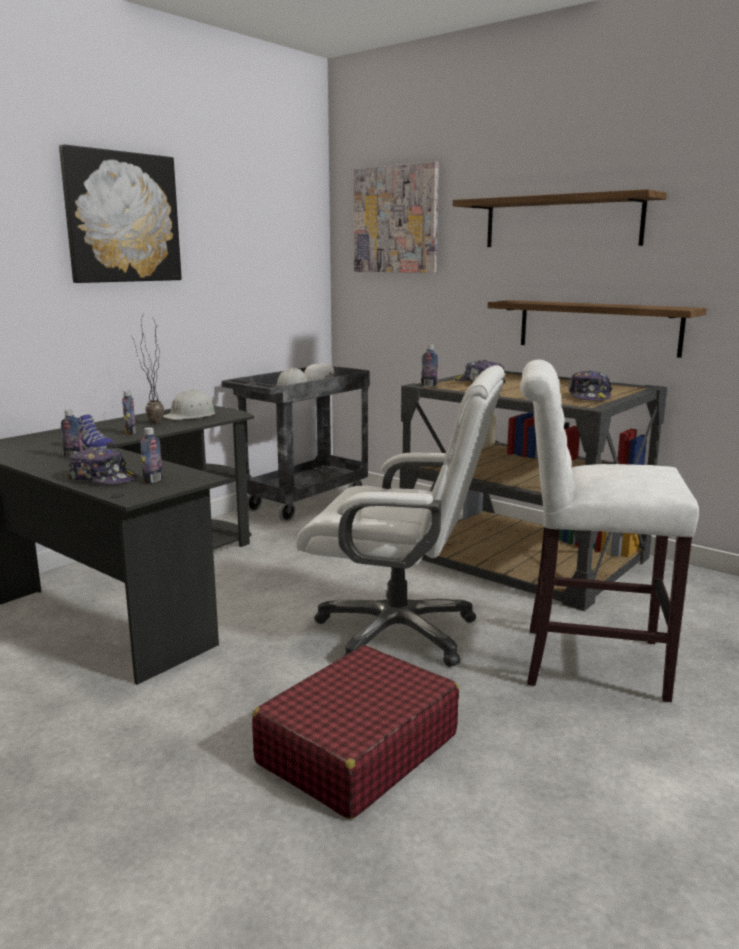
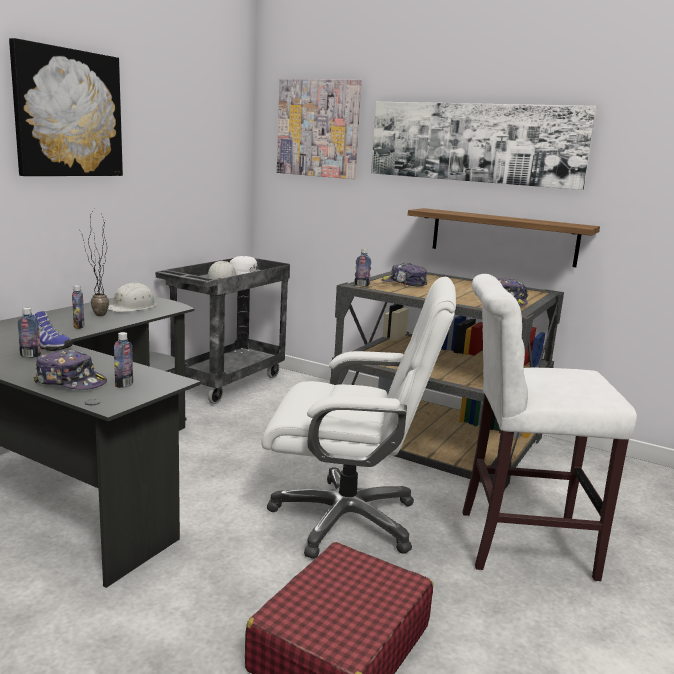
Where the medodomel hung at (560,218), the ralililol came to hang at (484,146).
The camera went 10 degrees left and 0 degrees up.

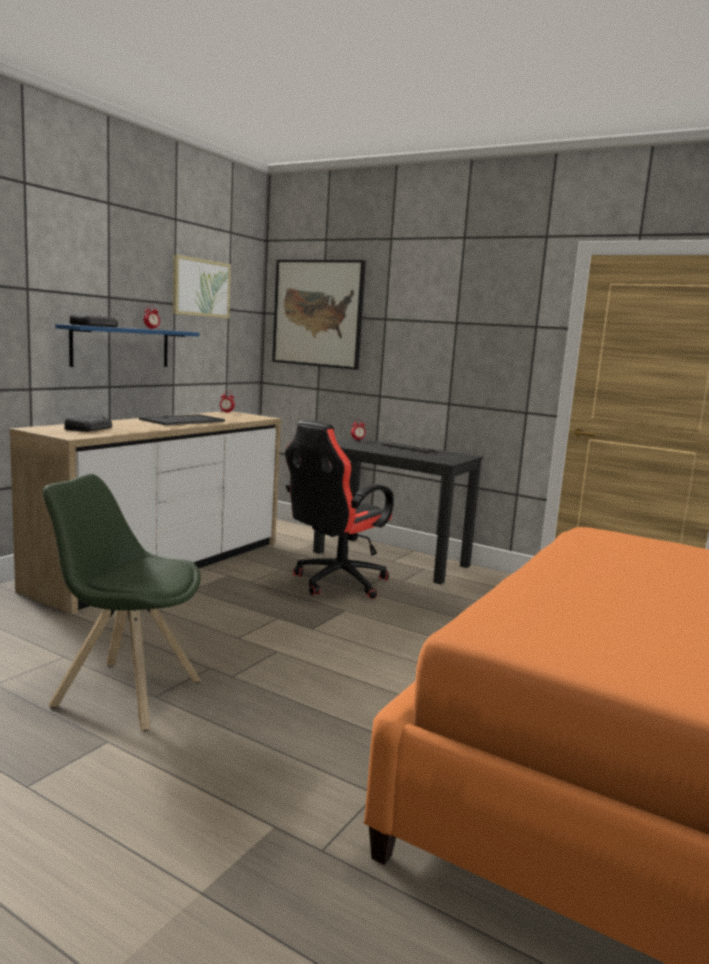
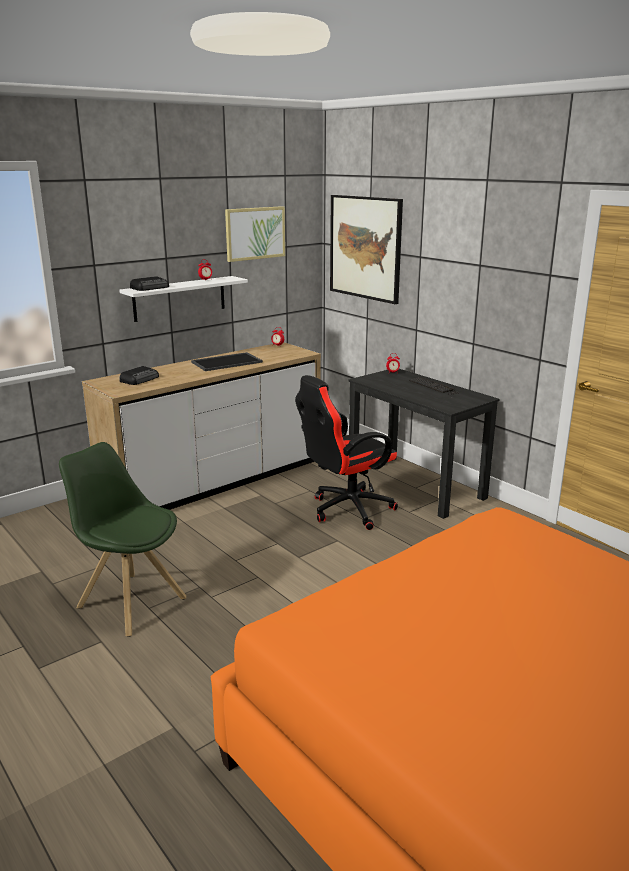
What was the blue medodomel at (127,345) turned into the white medodomel at (183,299).
The camera went 20 degrees right and 10 degrees up.

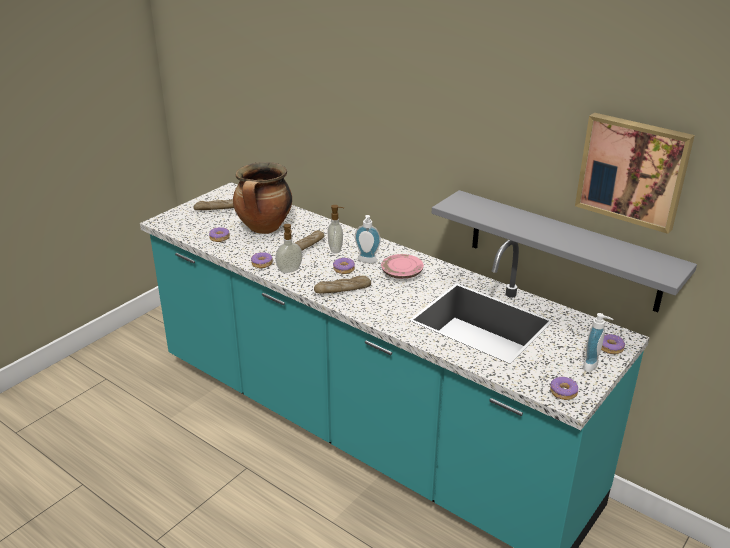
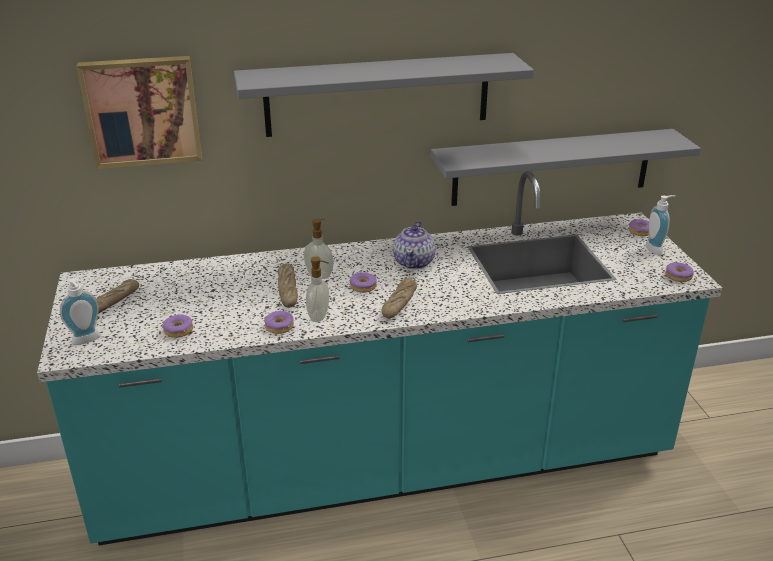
The ralililol ended up elsewhere, having gone from (635,173) to (139,112).
The second view lost the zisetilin at (262,198).
The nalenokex ended up elsewhere, having gone from (368,239) to (80,311).
Where the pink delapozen stood at (402,266), the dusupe came to stand at (414,245).
The second view gained the grey medodomel at (384,95).
The camera went 50 degrees left and 0 degrees up.

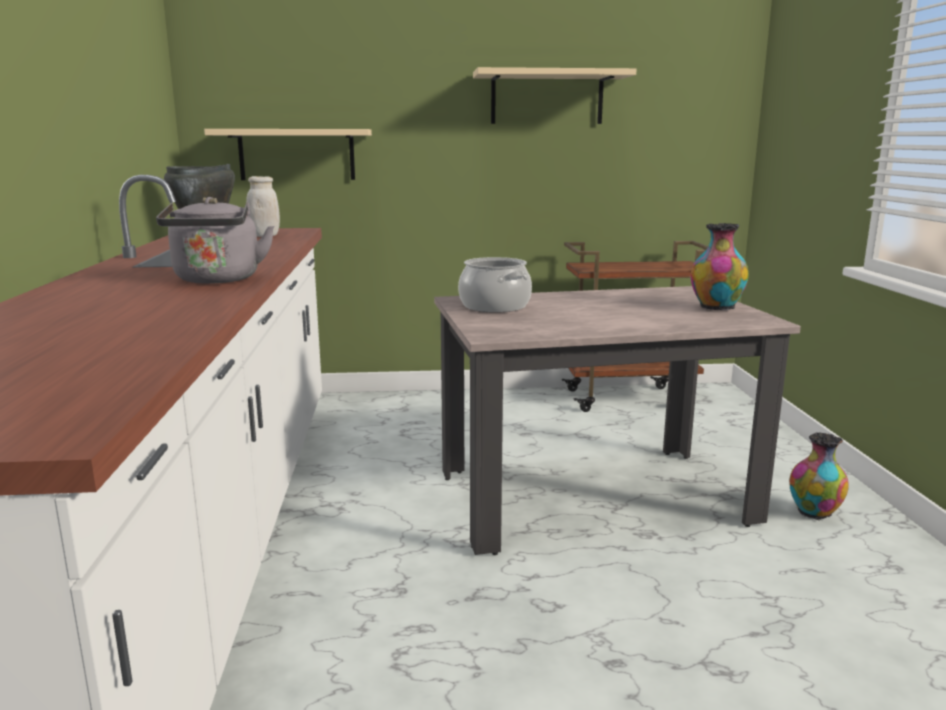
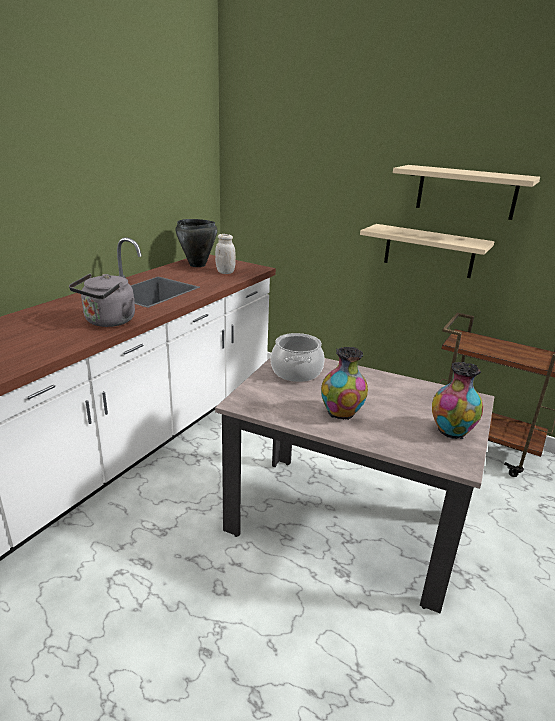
The beige medodomel ended up elsewhere, having gone from (288,154) to (427,251).
The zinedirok ended up elsewhere, having gone from (819,476) to (344,383).
The camera went 35 degrees right and 10 degrees up.

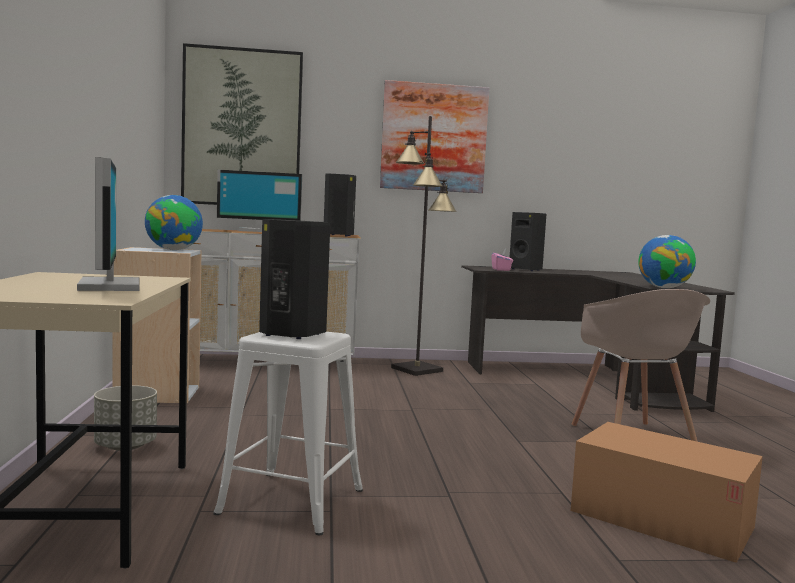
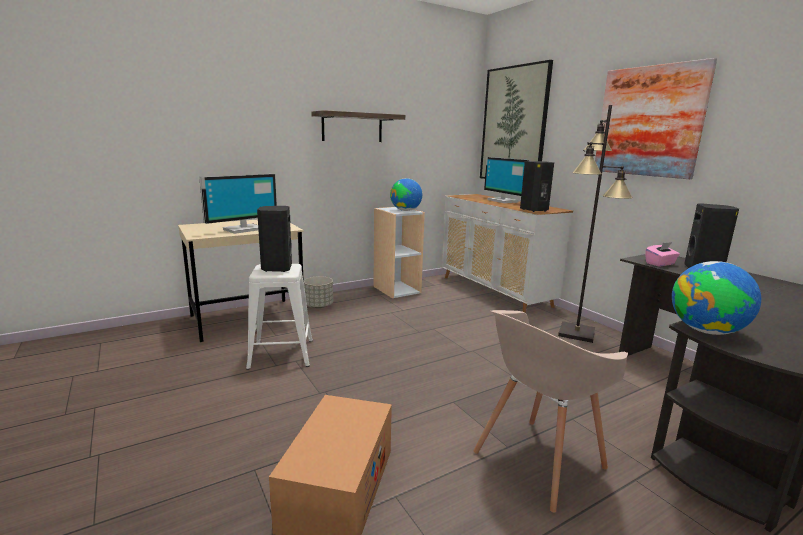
The second view gained the medodomel at (358,126).
The camera went 65 degrees right and 10 degrees up.

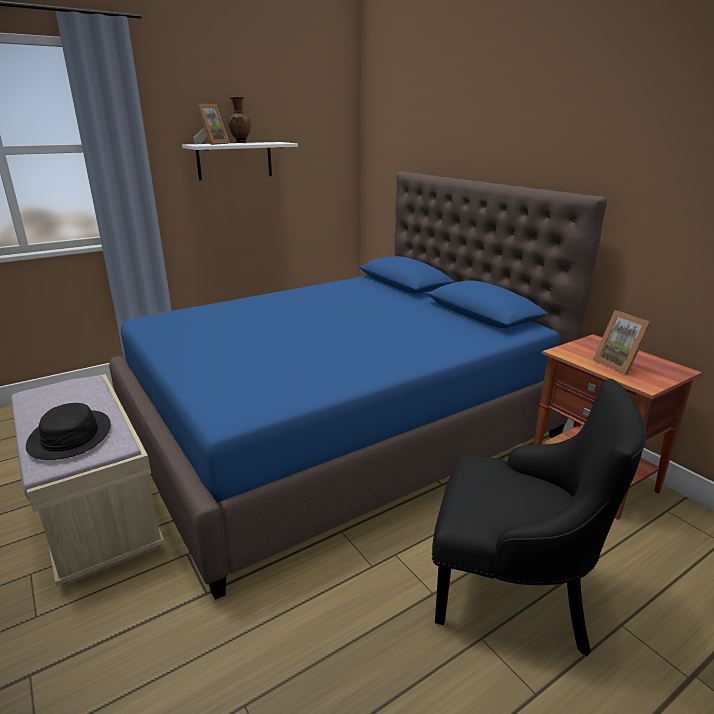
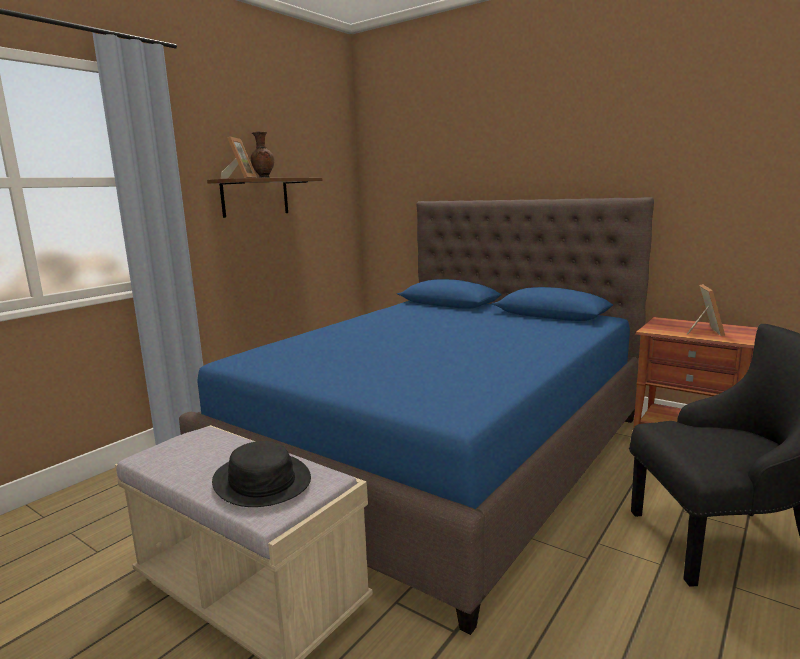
What was the white medodomel at (240,161) turned into the brown medodomel at (264,198).
The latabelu at (622,342) ended up facing another way, 120 degrees counterclockwise from before.
The camera went 20 degrees left and 10 degrees down.

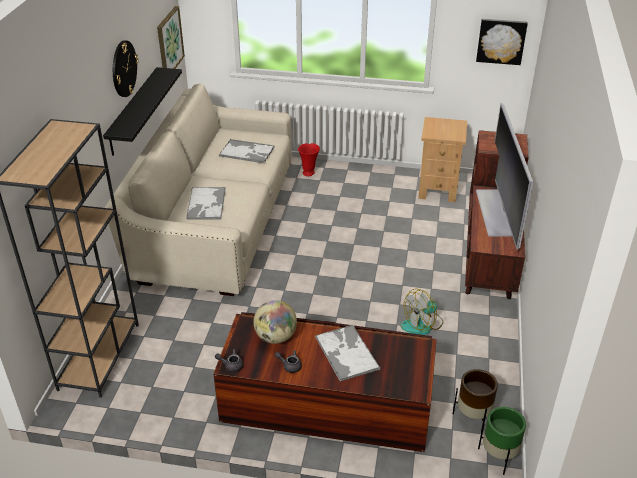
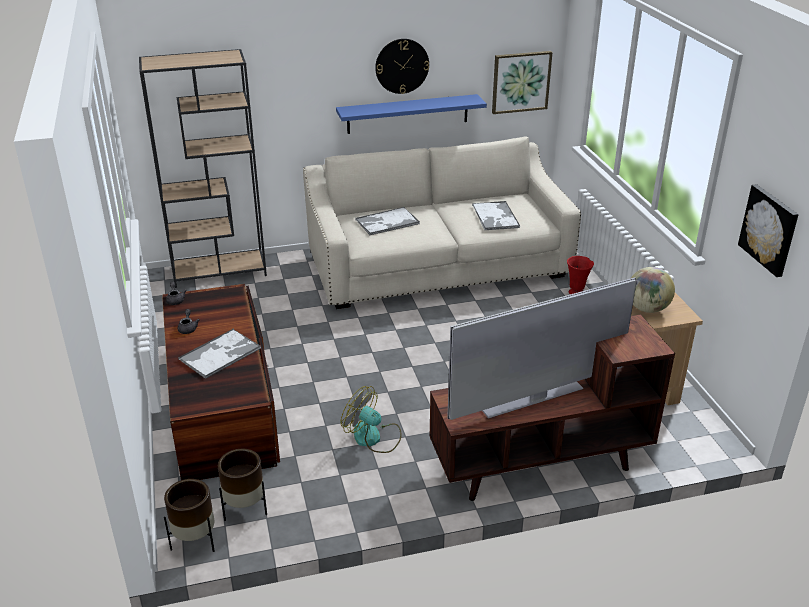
What was the black medodomel at (142,111) turned into the blue medodomel at (411,114).
The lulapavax ended up elsewhere, having gone from (275,322) to (653,290).
What was the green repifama at (502,441) turned into the brown repifama at (189,515).
The camera went 65 degrees right and 5 degrees down.

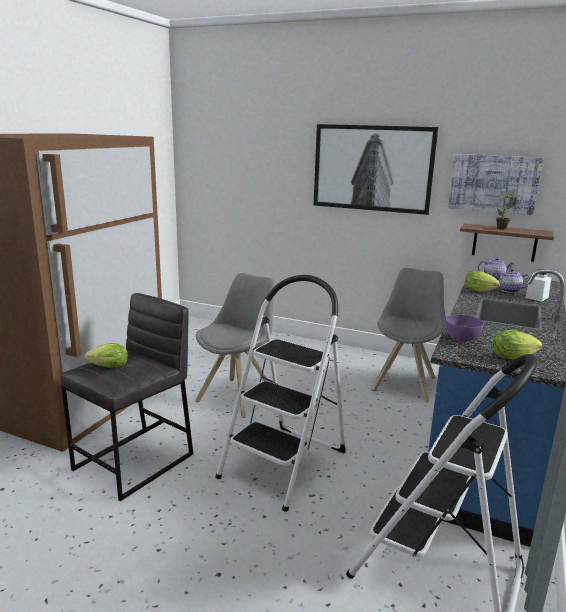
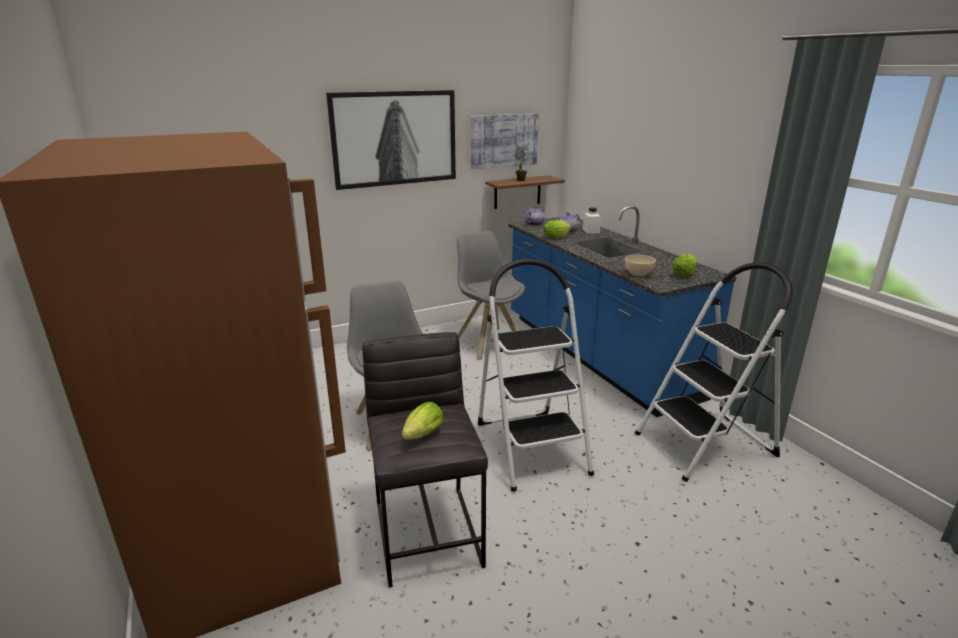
What was the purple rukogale at (464,328) turned into the beige rukogale at (640,265).
The camera went 50 degrees left and 5 degrees up.

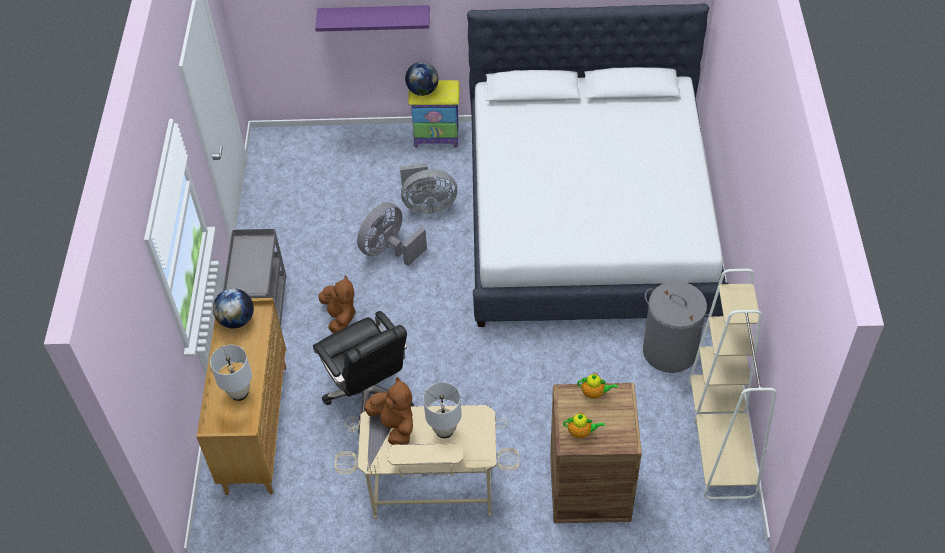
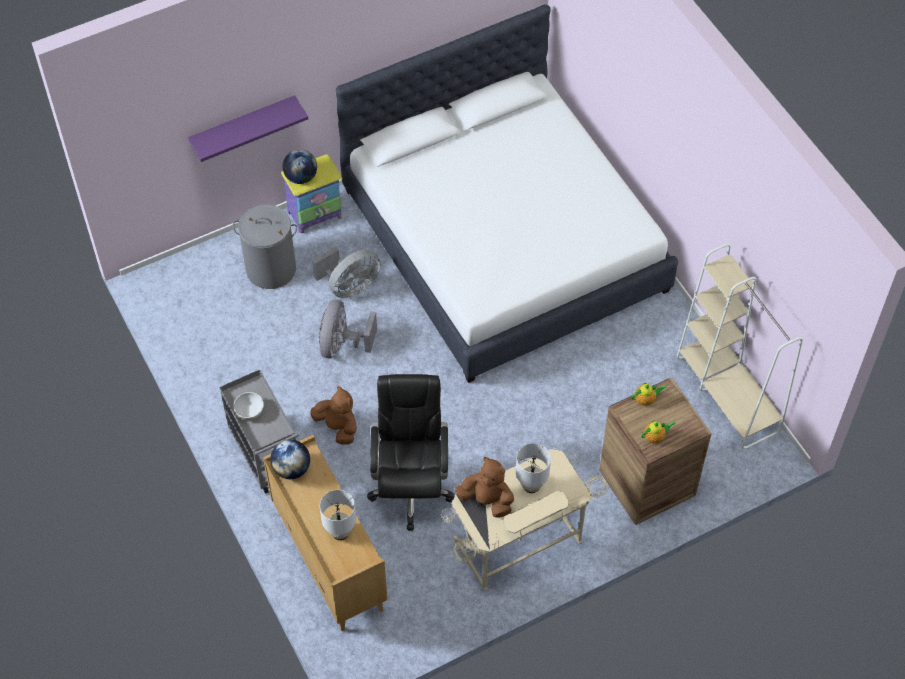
The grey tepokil ended up elsewhere, having gone from (676,327) to (265,247).
The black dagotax at (363,372) ended up facing another way, 120 degrees counterclockwise from before.
The second view gained the white rukogale at (248,406).
The camera went 30 degrees left and 5 degrees up.

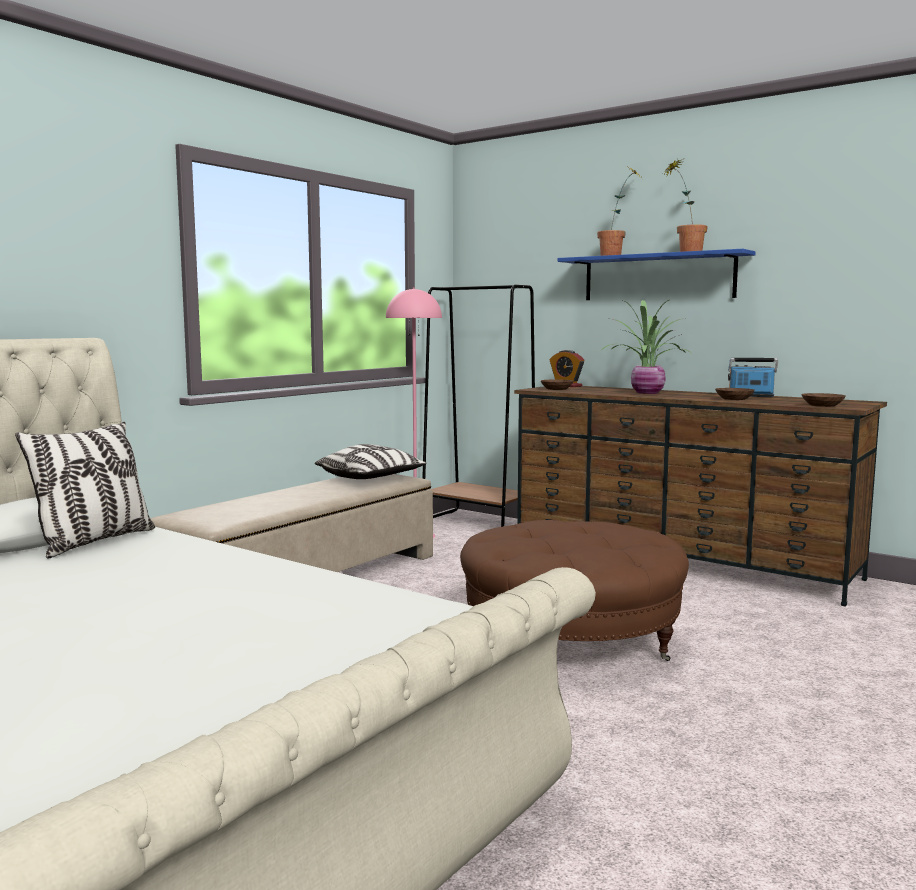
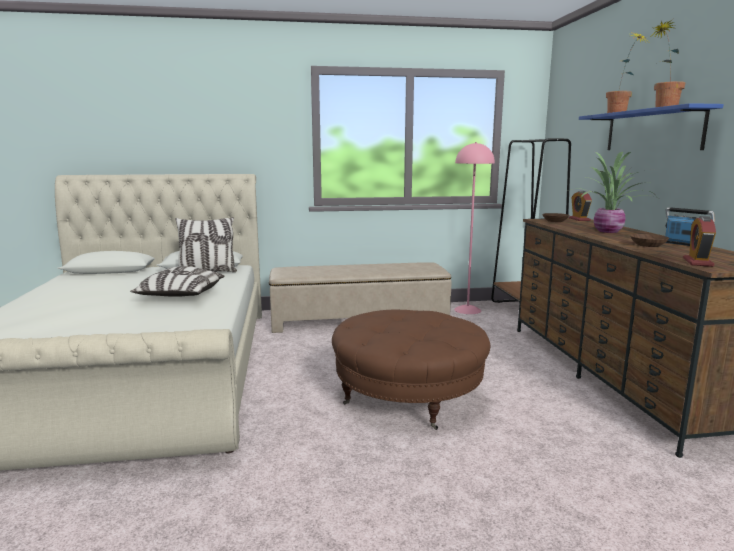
Where the brown rukogale stood at (823,400), the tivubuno came to stand at (699,241).
The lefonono ended up elsewhere, having gone from (371,461) to (177,281).
The camera went 45 degrees right and 5 degrees up.

